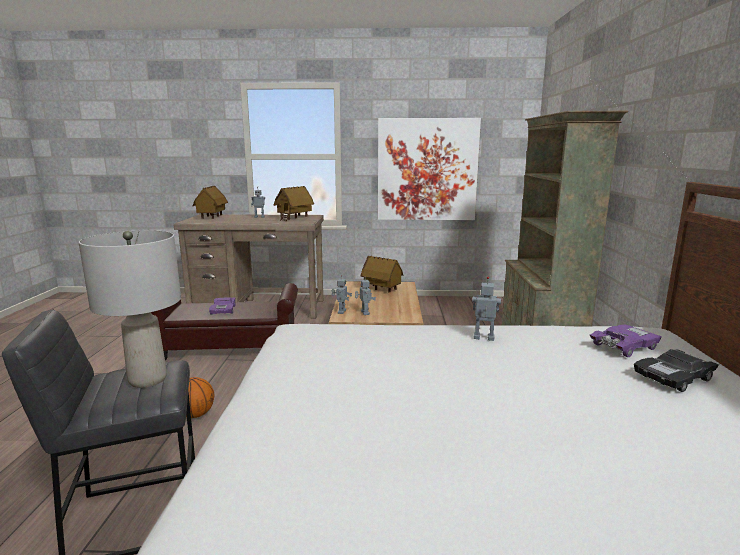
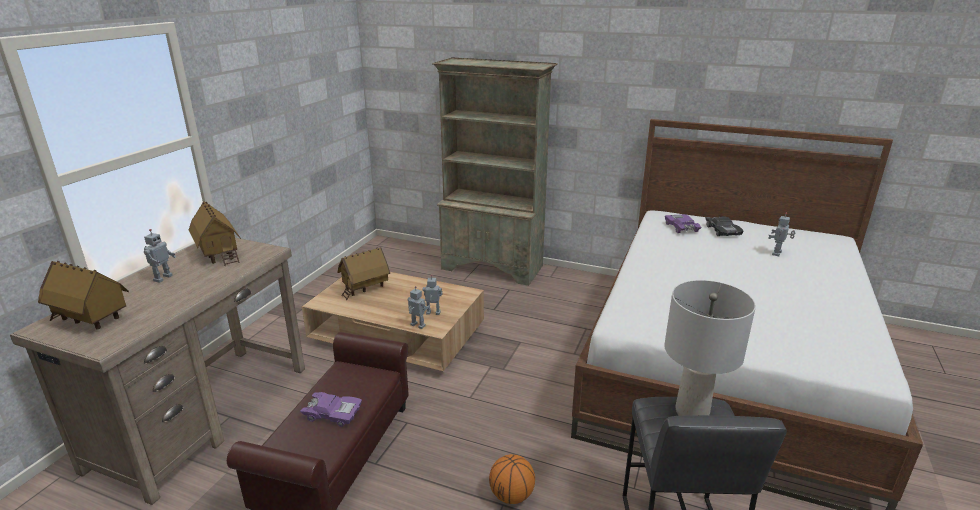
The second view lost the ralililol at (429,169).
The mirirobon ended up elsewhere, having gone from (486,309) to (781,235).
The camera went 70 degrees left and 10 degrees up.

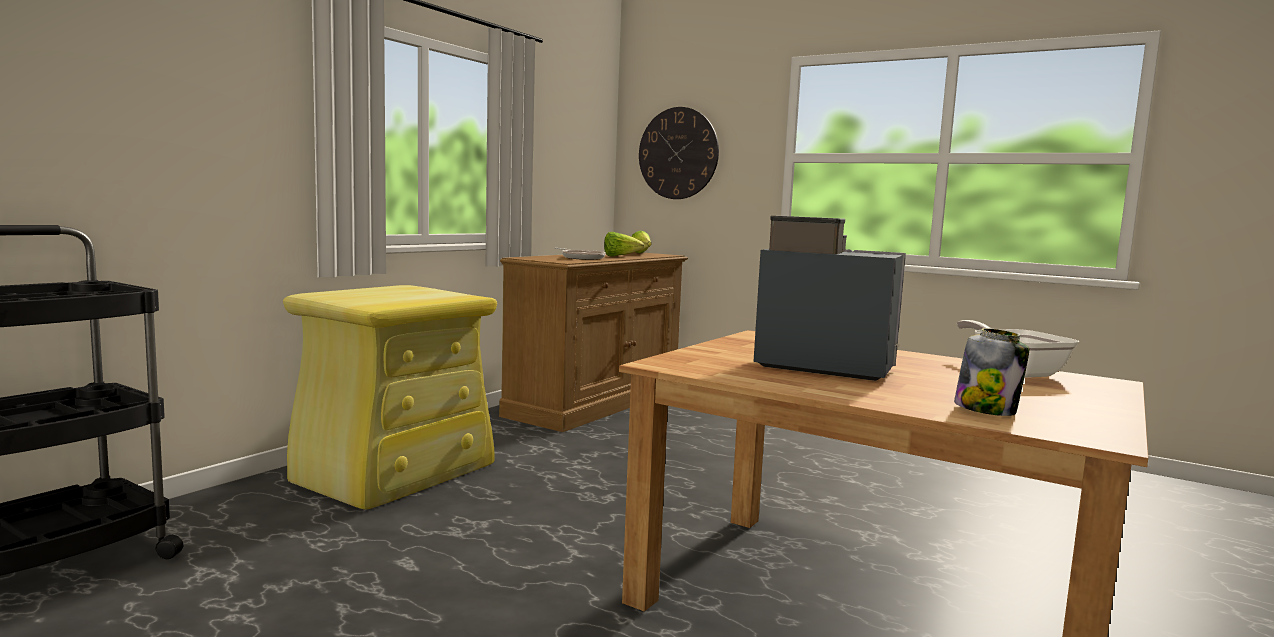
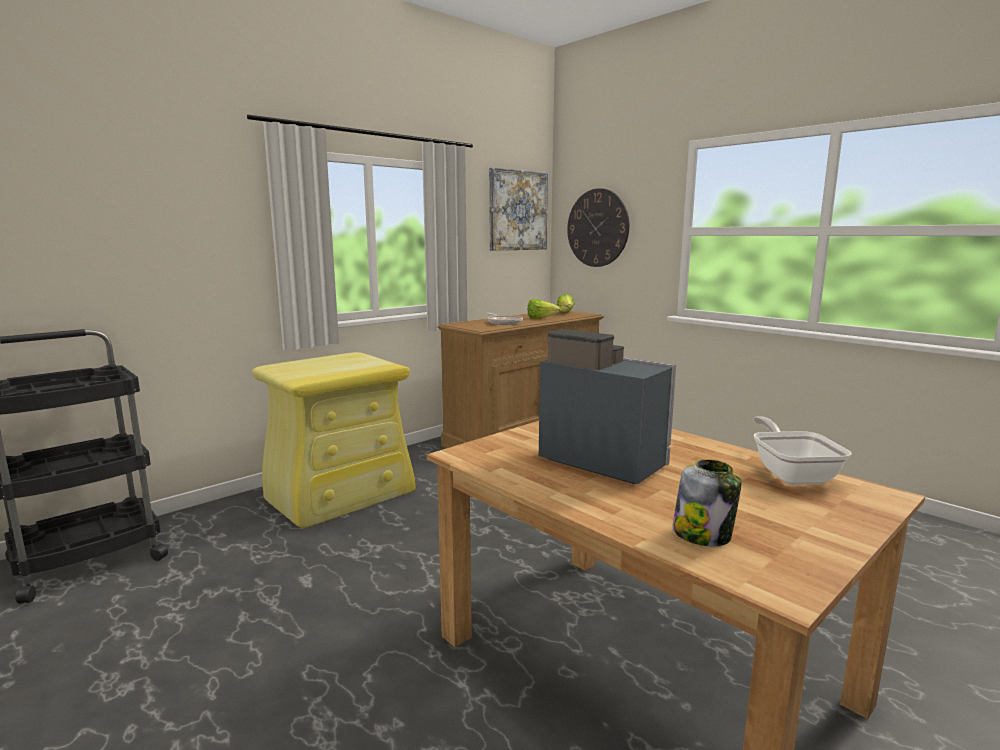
The second view gained the ralililol at (518,209).
The camera went 15 degrees right and 5 degrees up.

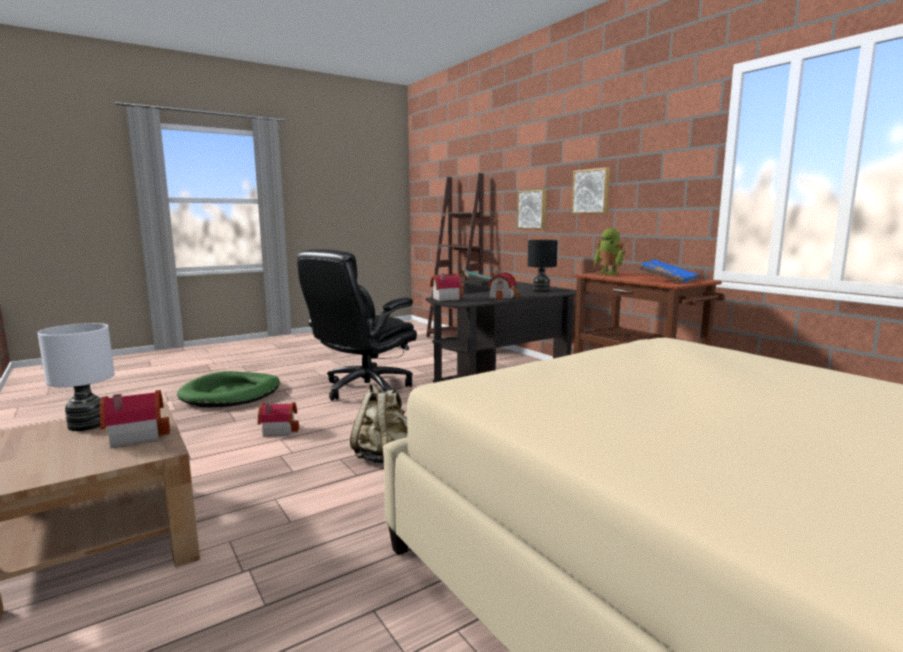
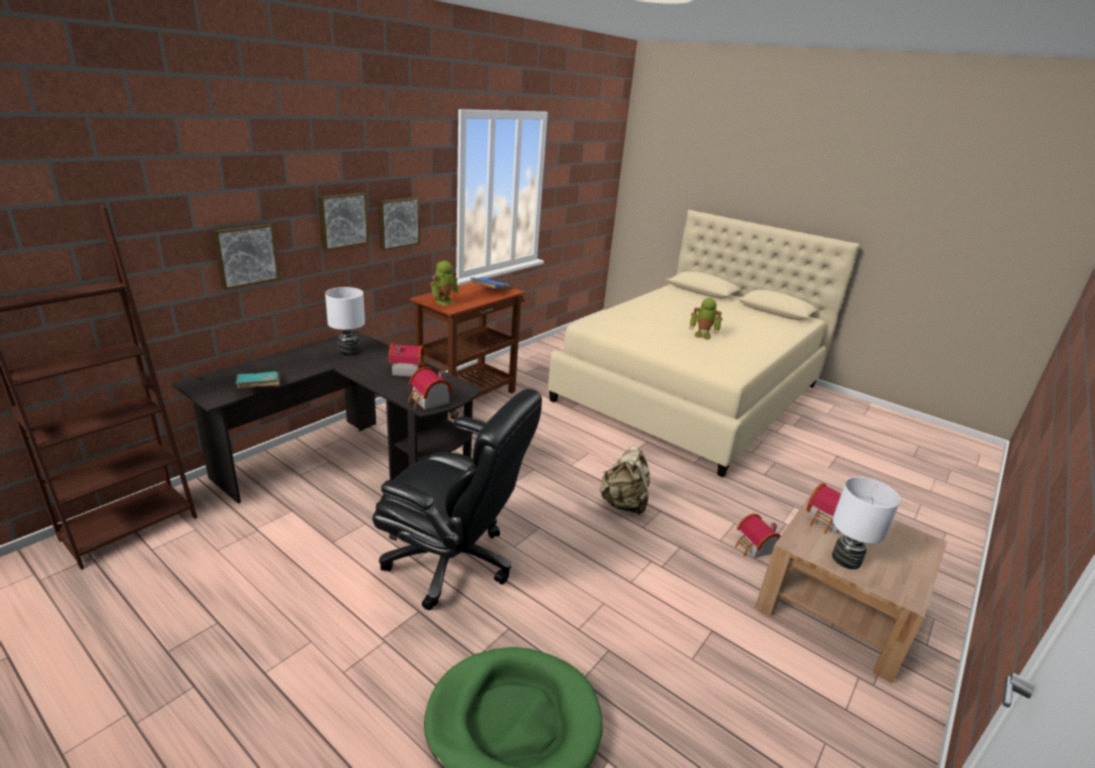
What was the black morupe at (543,266) turned into the white morupe at (345,321).
The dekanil ended up elsewhere, having gone from (278,419) to (758,536).
The second view gained the ralililol at (399,223).
The second view gained the mirirobon at (706,318).
The camera went 110 degrees left and 15 degrees up.

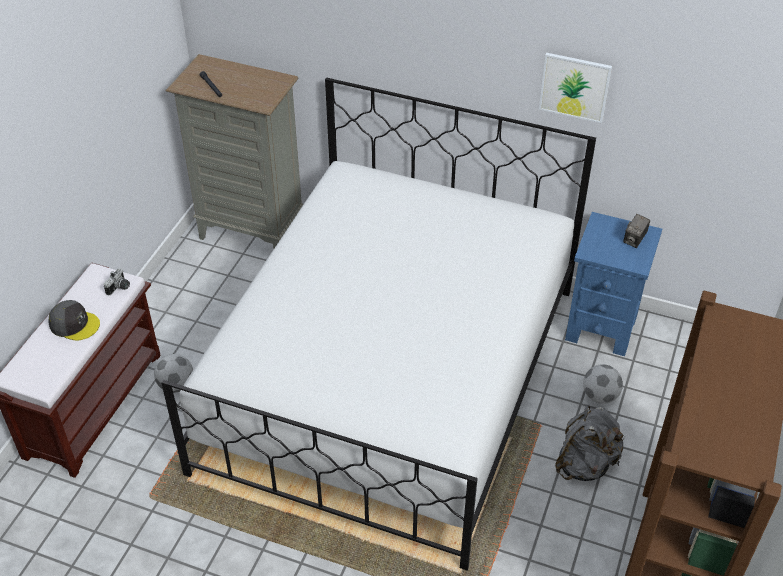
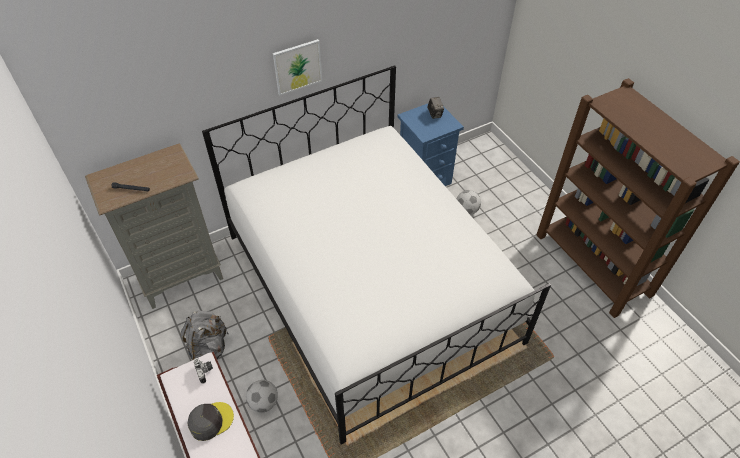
The ralililol ended up elsewhere, having gone from (575,88) to (297,67).
The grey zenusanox ended up elsewhere, having gone from (590,443) to (204,335).
The camera went 50 degrees left and 5 degrees up.

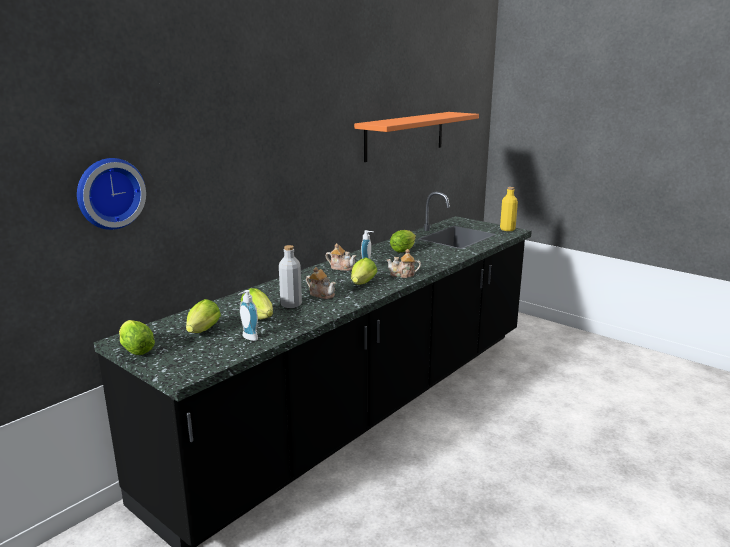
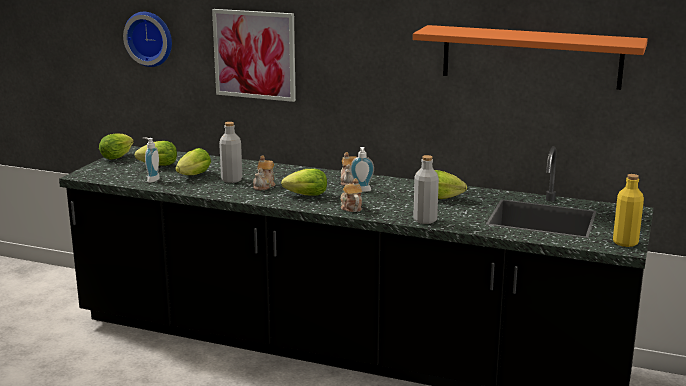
The second view gained the ralililol at (254,55).
The second view gained the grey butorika at (426,189).
The camera went 70 degrees right and 0 degrees up.

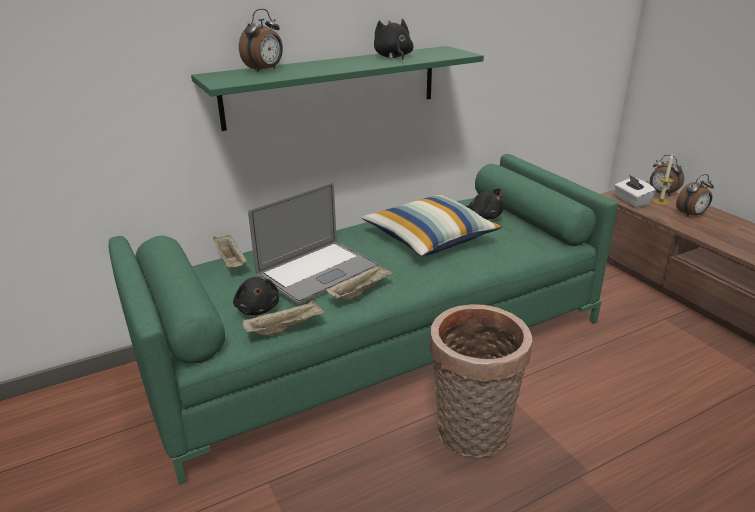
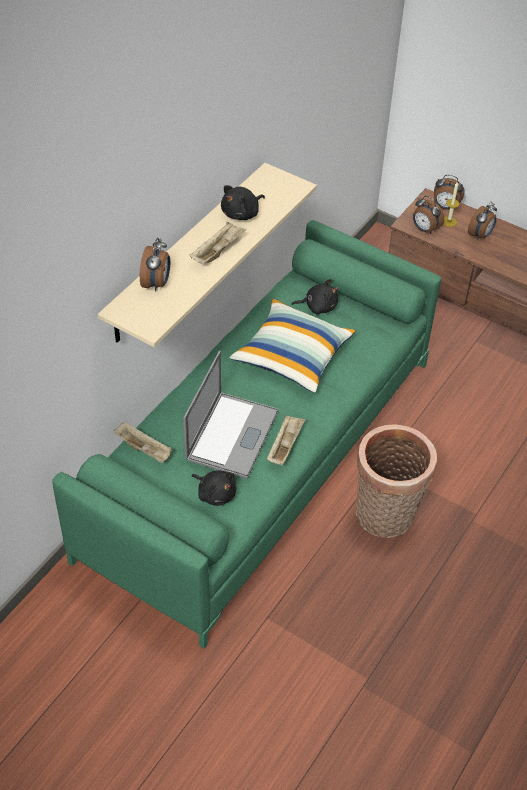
The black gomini at (393,39) ended up facing another way, 90 degrees counterclockwise from before.
What was the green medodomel at (337,88) turned into the beige medodomel at (207,255).
Where the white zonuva stood at (635,191), the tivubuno came to stand at (429,215).
The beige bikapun ended up elsewhere, having gone from (283,318) to (218,243).
The camera went 30 degrees left and 20 degrees up.

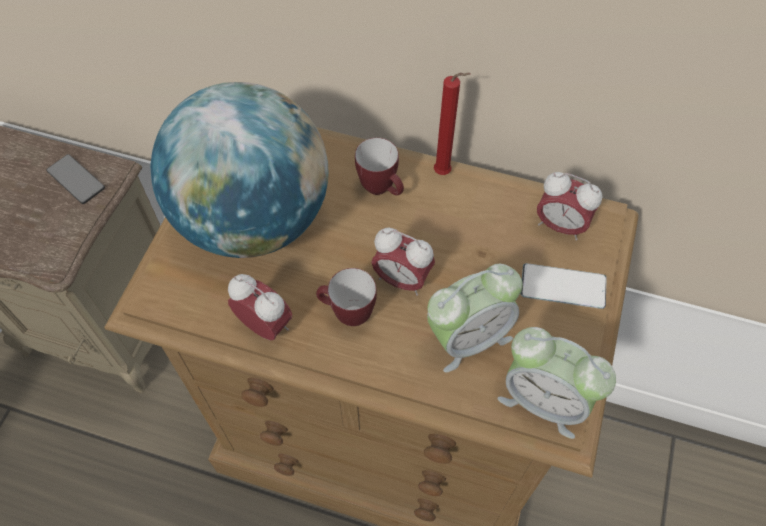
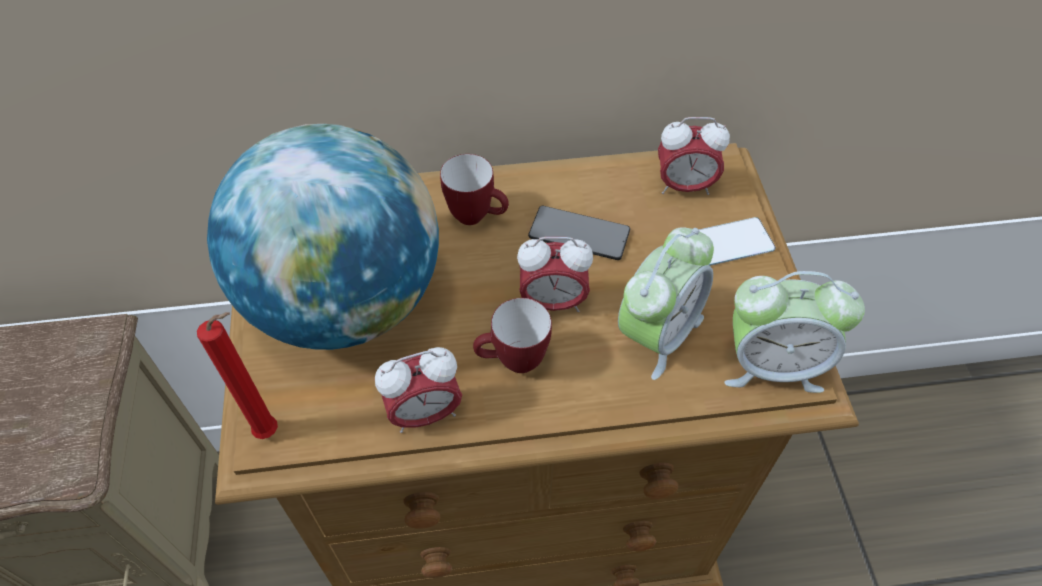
The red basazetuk ended up elsewhere, having gone from (452,124) to (237,375).
The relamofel ended up elsewhere, having gone from (76,179) to (579,233).
The tivubuno at (260,307) ended up facing another way, 150 degrees clockwise from before.
The camera went 25 degrees left and 5 degrees down.

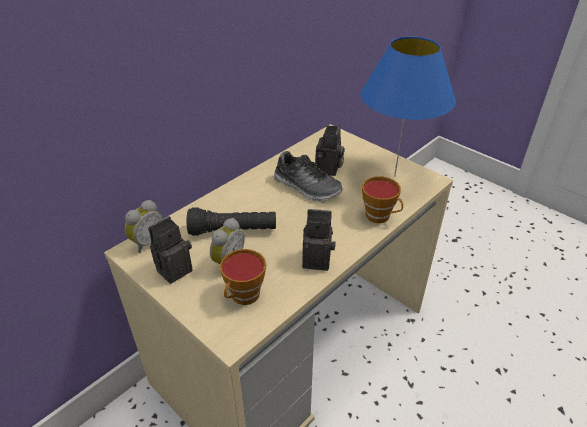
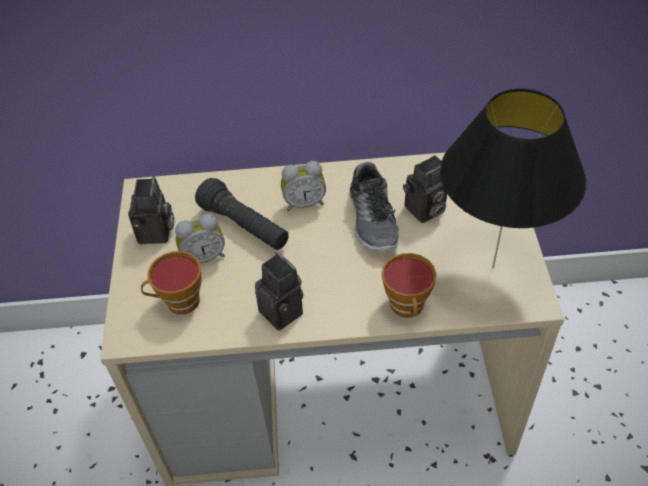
What was the blue morupe at (408,106) turned into the black morupe at (513,178).
The tivubuno ended up elsewhere, having gone from (144,226) to (303,186).
The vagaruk at (171,250) ended up facing another way, 90 degrees clockwise from before.
The camera went 45 degrees right and 10 degrees up.

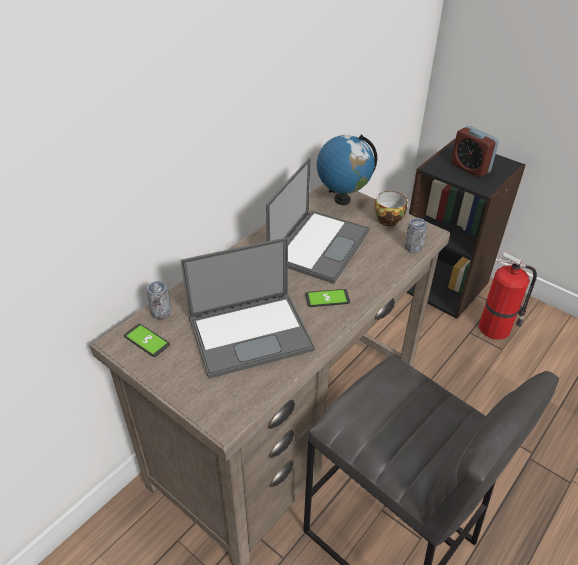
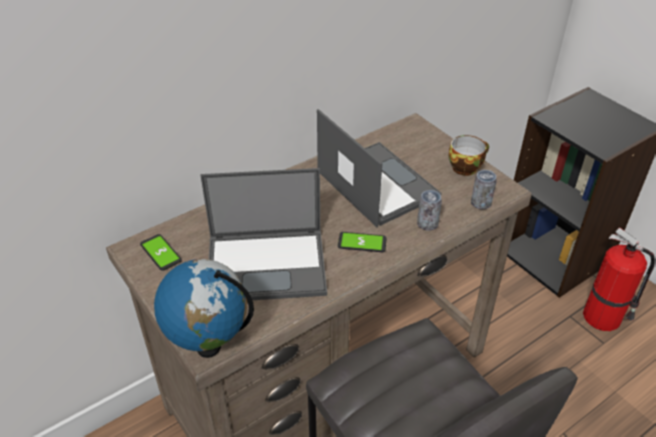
The second view lost the tivubuno at (475,152).
The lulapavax ended up elsewhere, having gone from (347,170) to (204,308).
The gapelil at (317,221) ended up facing another way, 75 degrees counterclockwise from before.
The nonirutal ended up elsewhere, having gone from (159,300) to (429,210).
The camera went 15 degrees right and 0 degrees up.

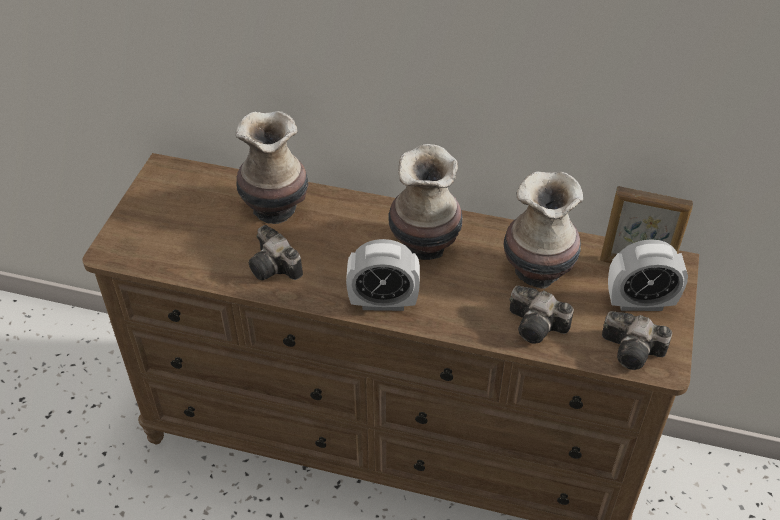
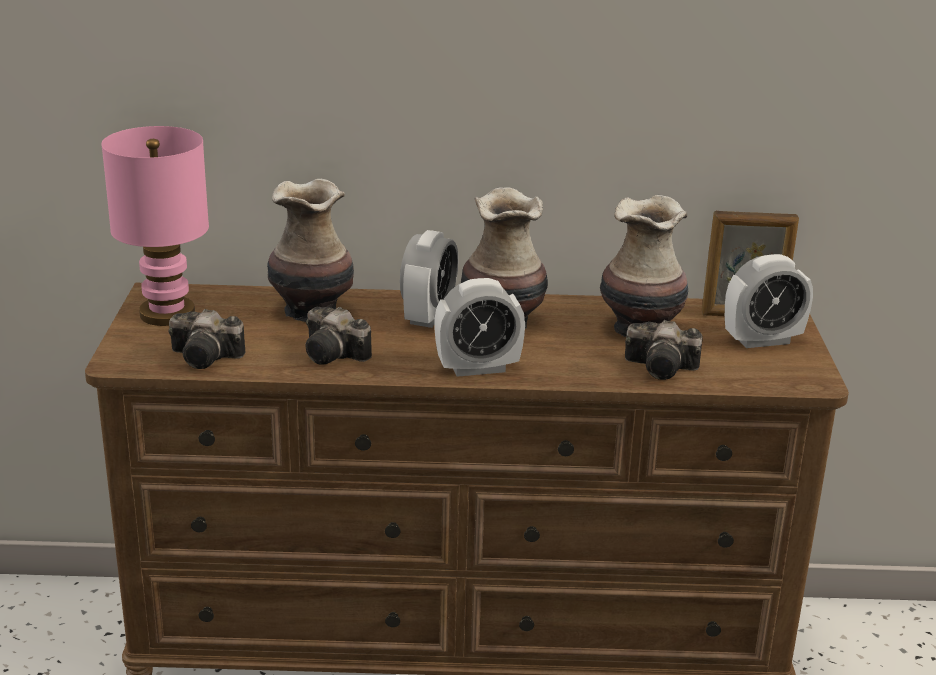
The vagaruk ended up elsewhere, having gone from (637,340) to (207,339).
The second view gained the pink morupe at (155,226).
The second view gained the tivubuno at (429,279).
The camera went 15 degrees left and 20 degrees down.

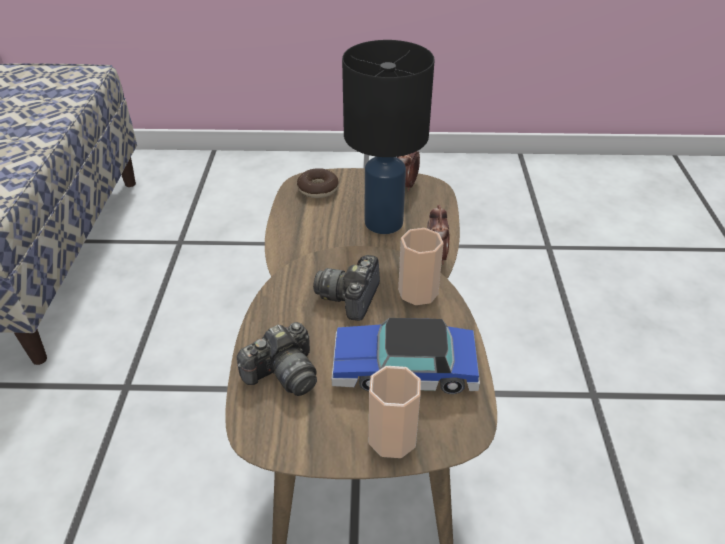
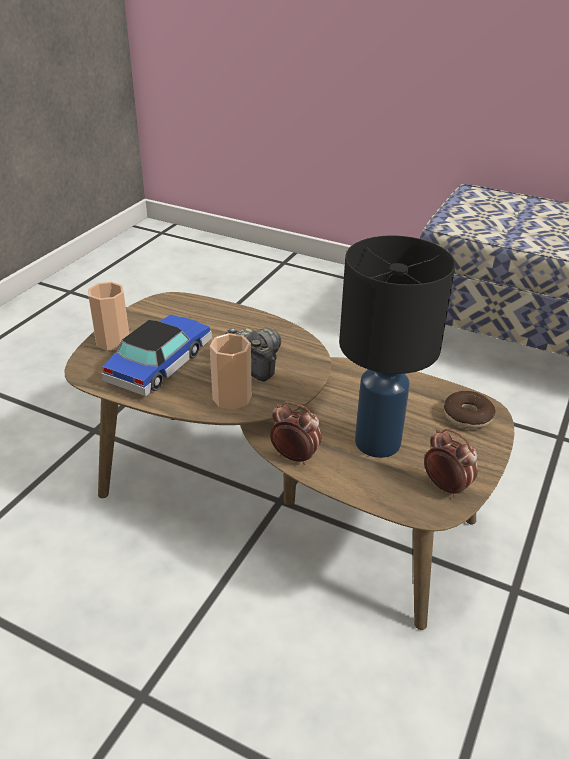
The second view lost the vagaruk at (277,359).
The camera went 115 degrees right and 5 degrees down.

